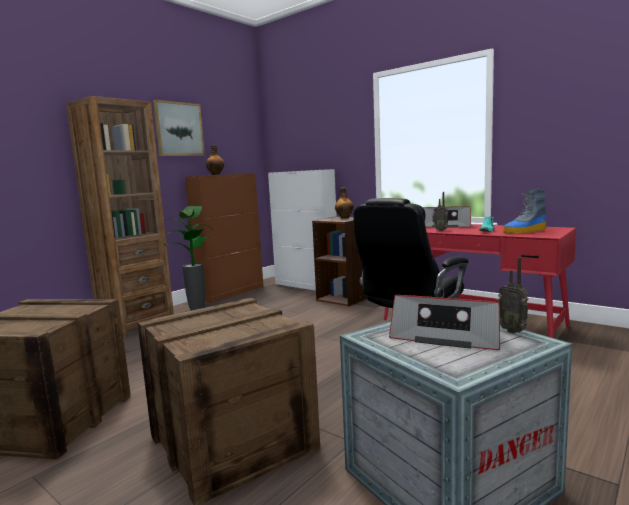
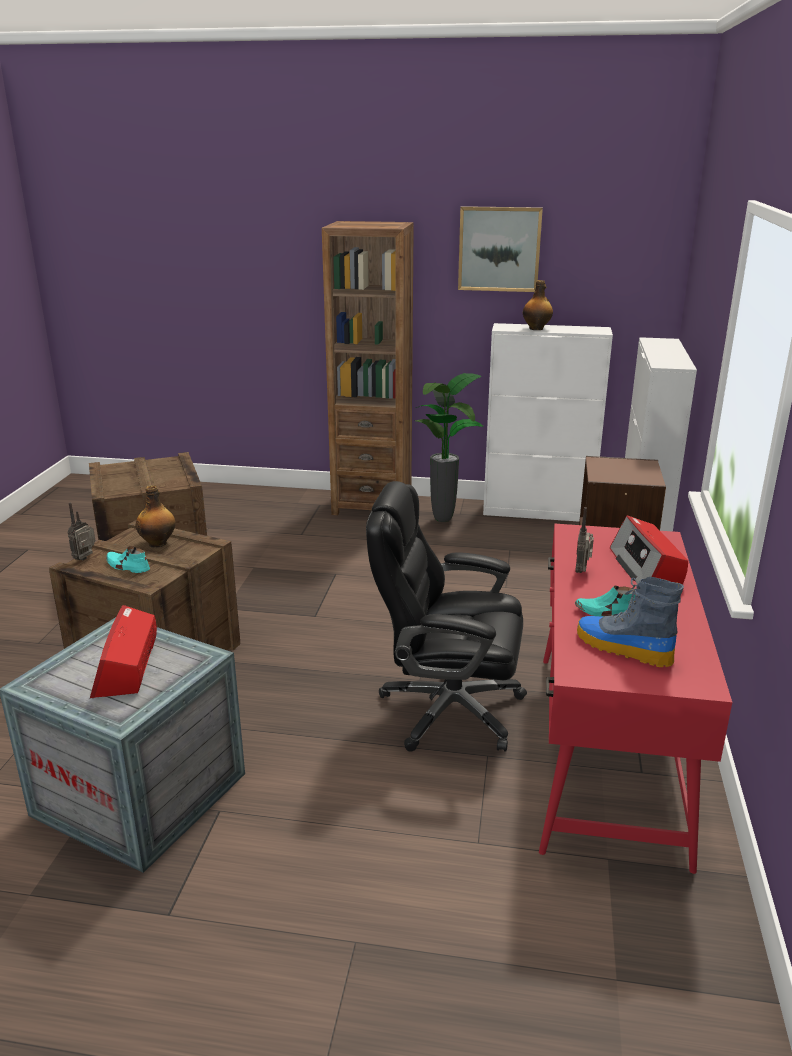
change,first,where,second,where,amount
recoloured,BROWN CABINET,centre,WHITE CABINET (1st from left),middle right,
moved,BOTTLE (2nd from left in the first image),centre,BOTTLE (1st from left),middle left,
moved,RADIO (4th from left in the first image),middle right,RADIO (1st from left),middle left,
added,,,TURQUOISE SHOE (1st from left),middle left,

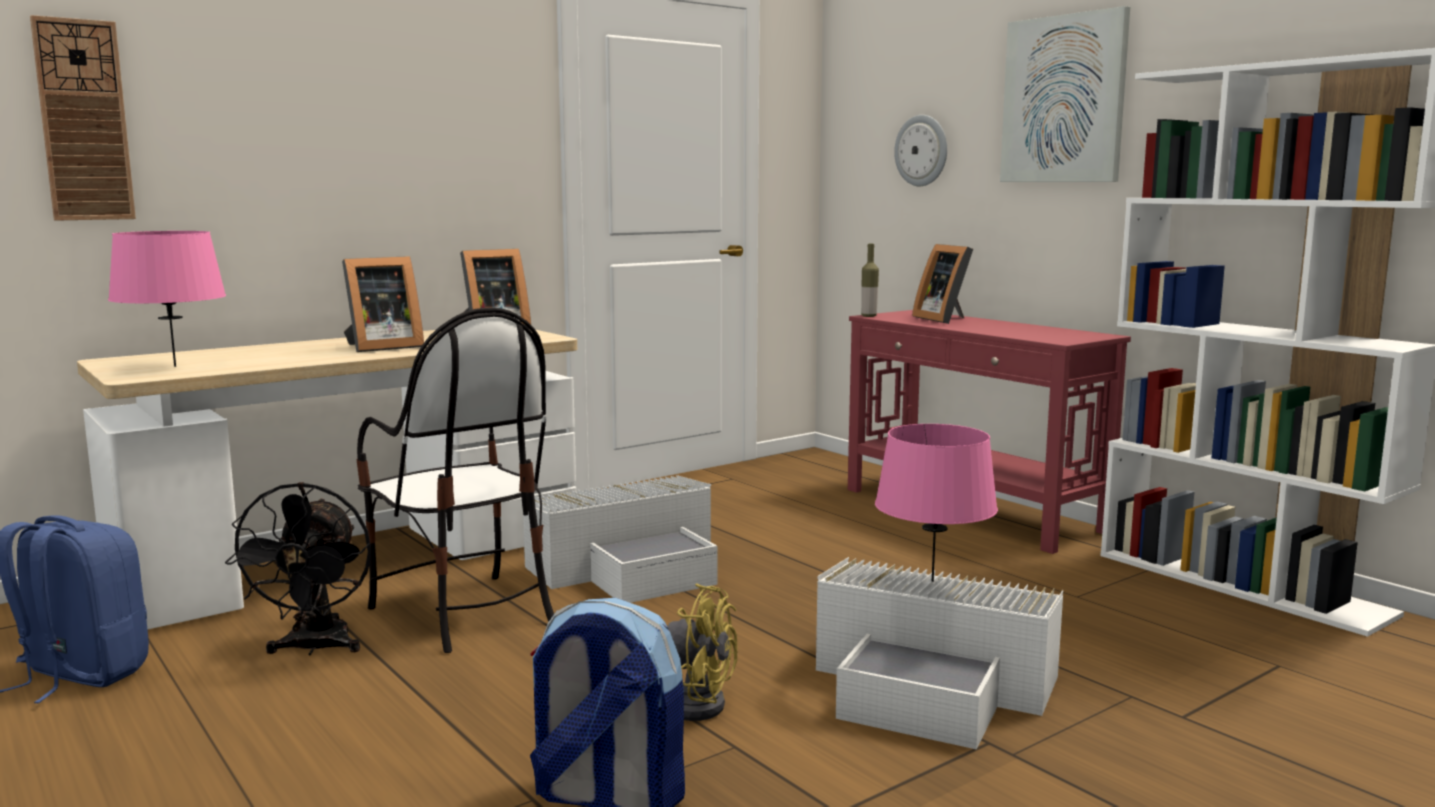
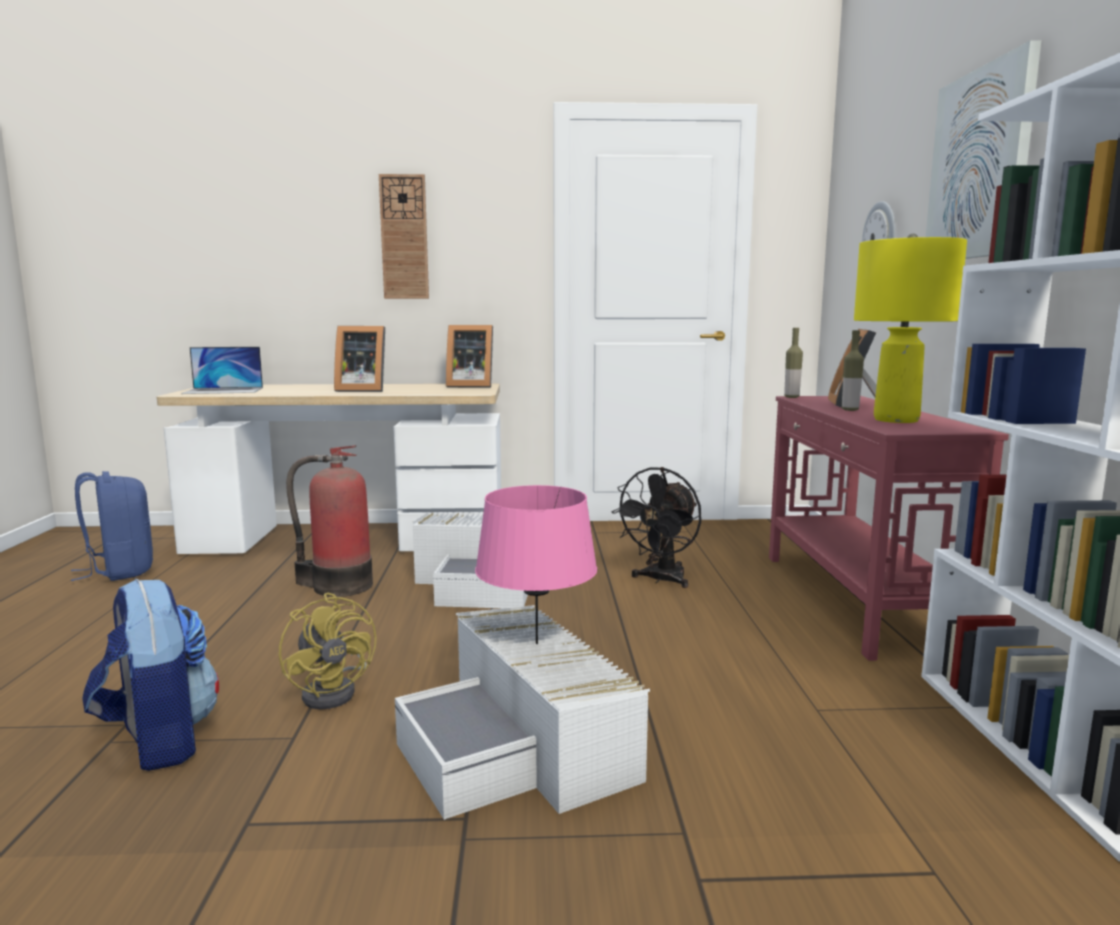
change,first,where,second,where,amount
moved,WALL CLOCK (1st from left),top left,,top centre,
replaced,PINK TABLE LAMP (1st from left),middle left,LAPTOP,middle left,
moved,BLACK FAN,bottom left,,centre,
replaced,CHAIR,middle left,FIRE EXTINGUISHER,middle left,
added,,,BOTTLE (2nd from left),middle right,
added,,,YELLOW TABLE LAMP,middle right,

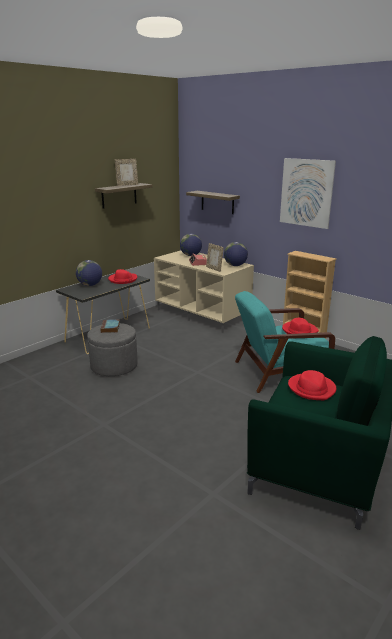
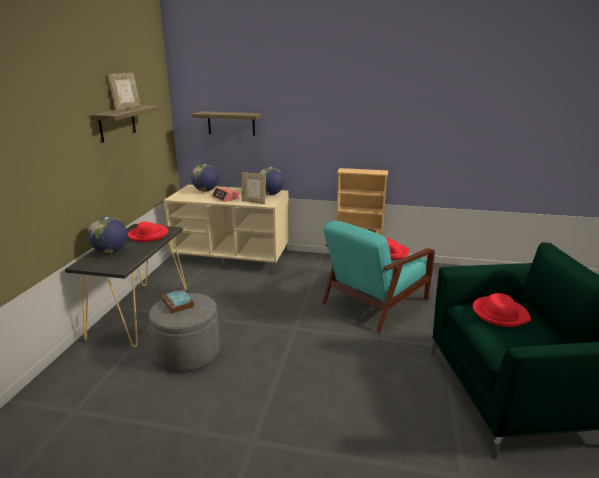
change,first,where,second,where,amount
removed,PICTURE,top right,,,

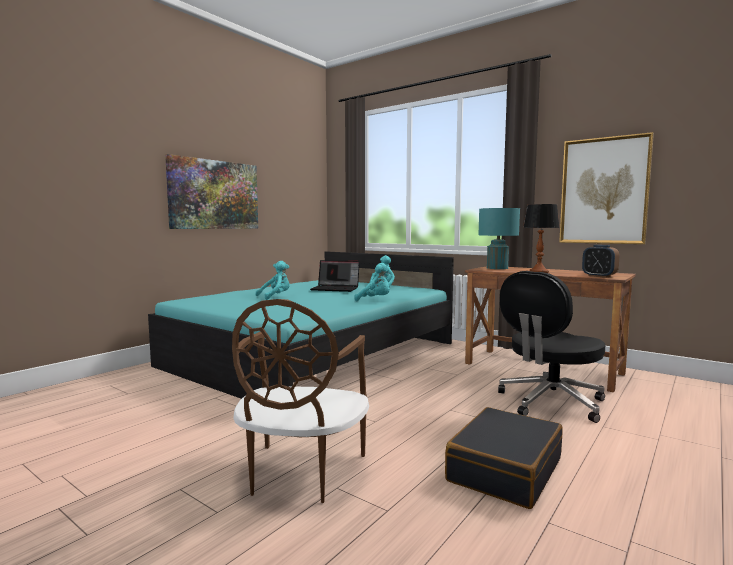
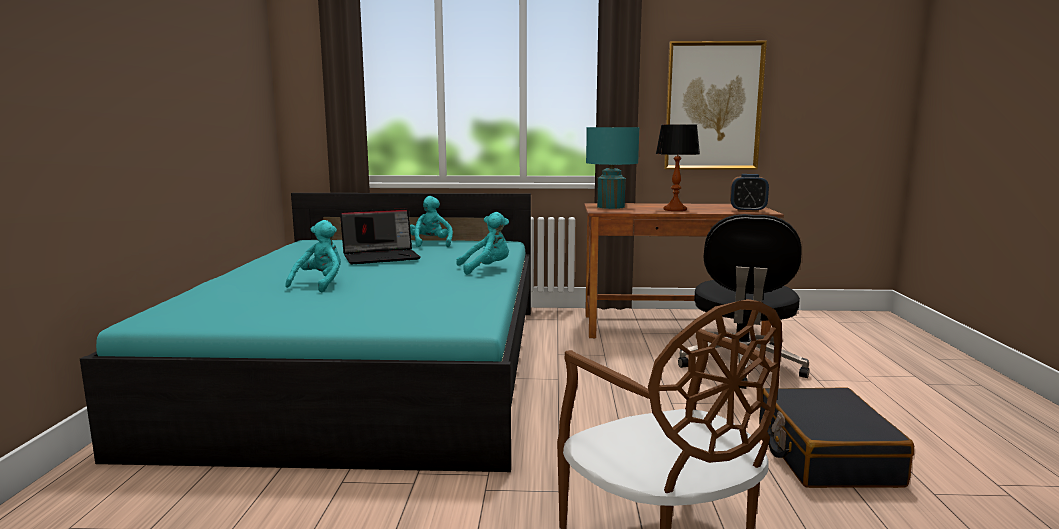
change,first,where,second,where,amount
removed,PICTURE (1st from left),middle left,,,

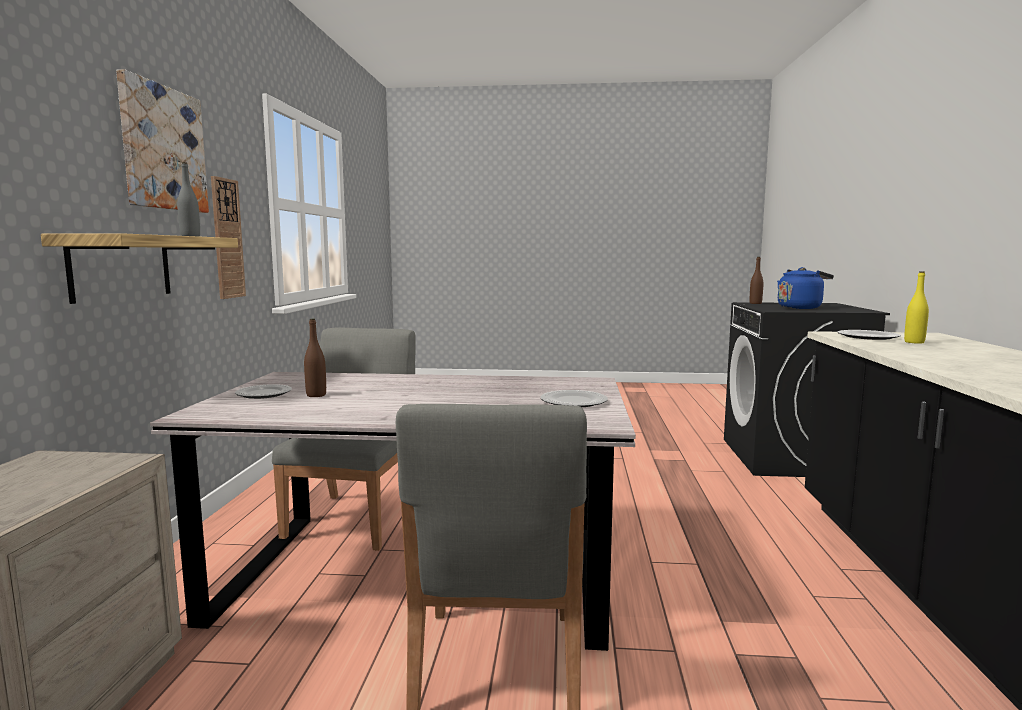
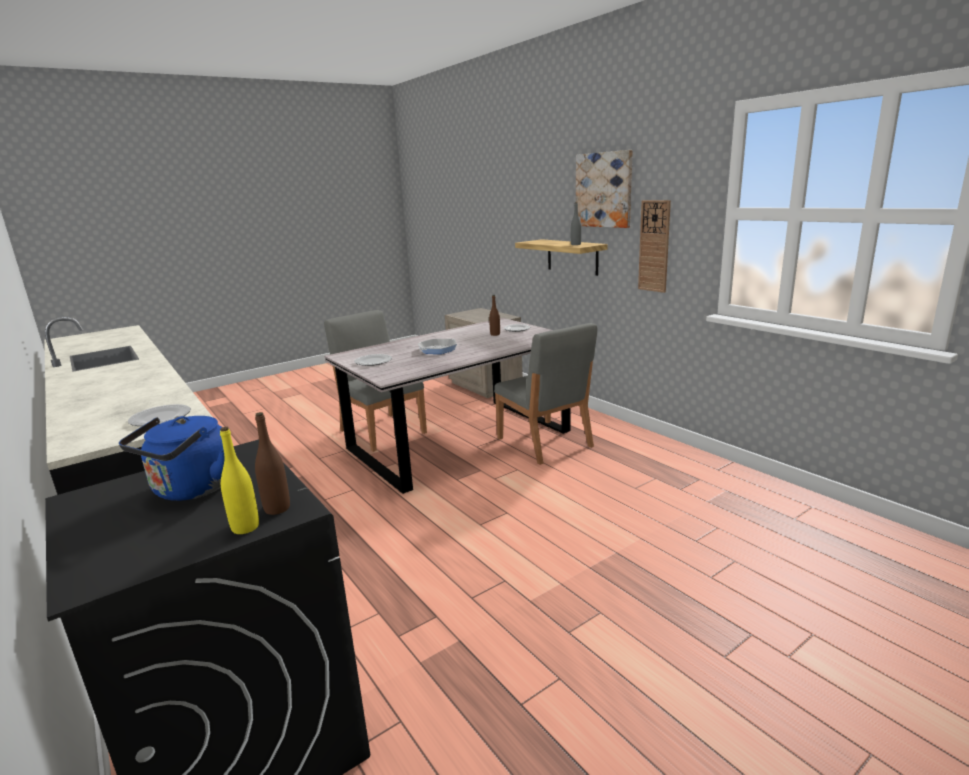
change,first,where,second,where,amount
moved,YELLOW BOTTLE,middle right,,middle left,
added,,,FRYING PAN,centre,

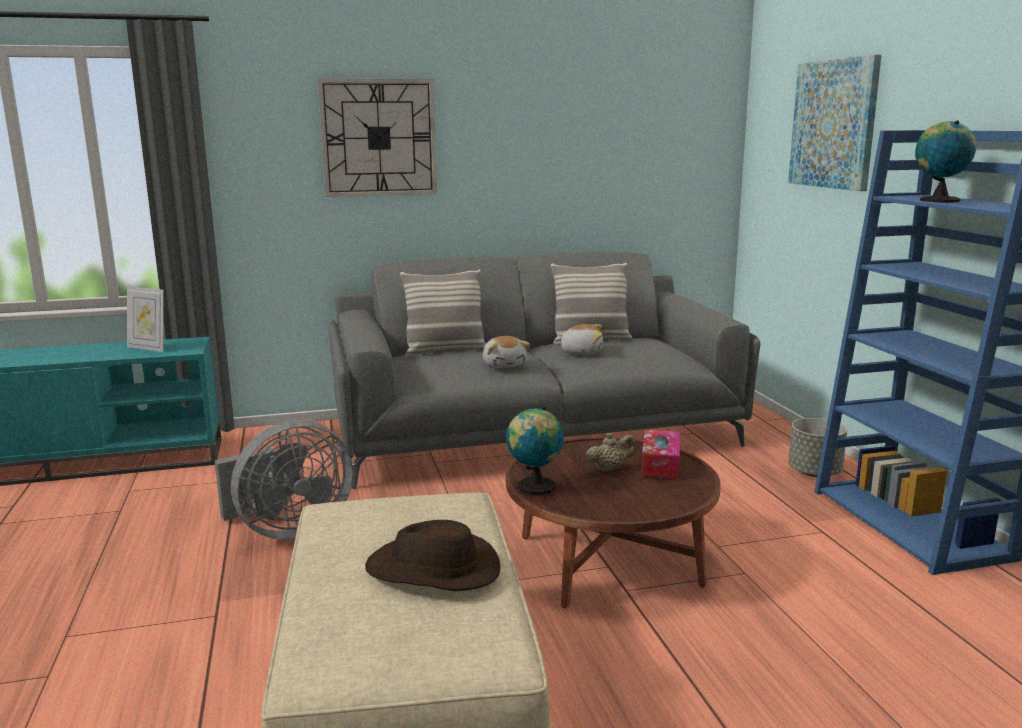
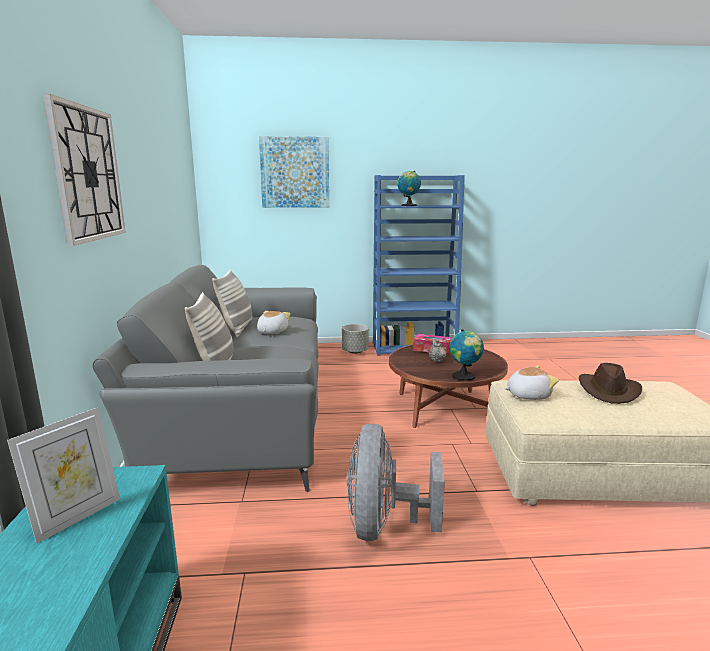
change,first,where,second,where,amount
turned,GREY FAN,middle left,,bottom centre,150 degrees counterclockwise
moved,PLUSH TOY (1st from left in the first image),centre,PLUSH TOY (2nd from left),middle right,

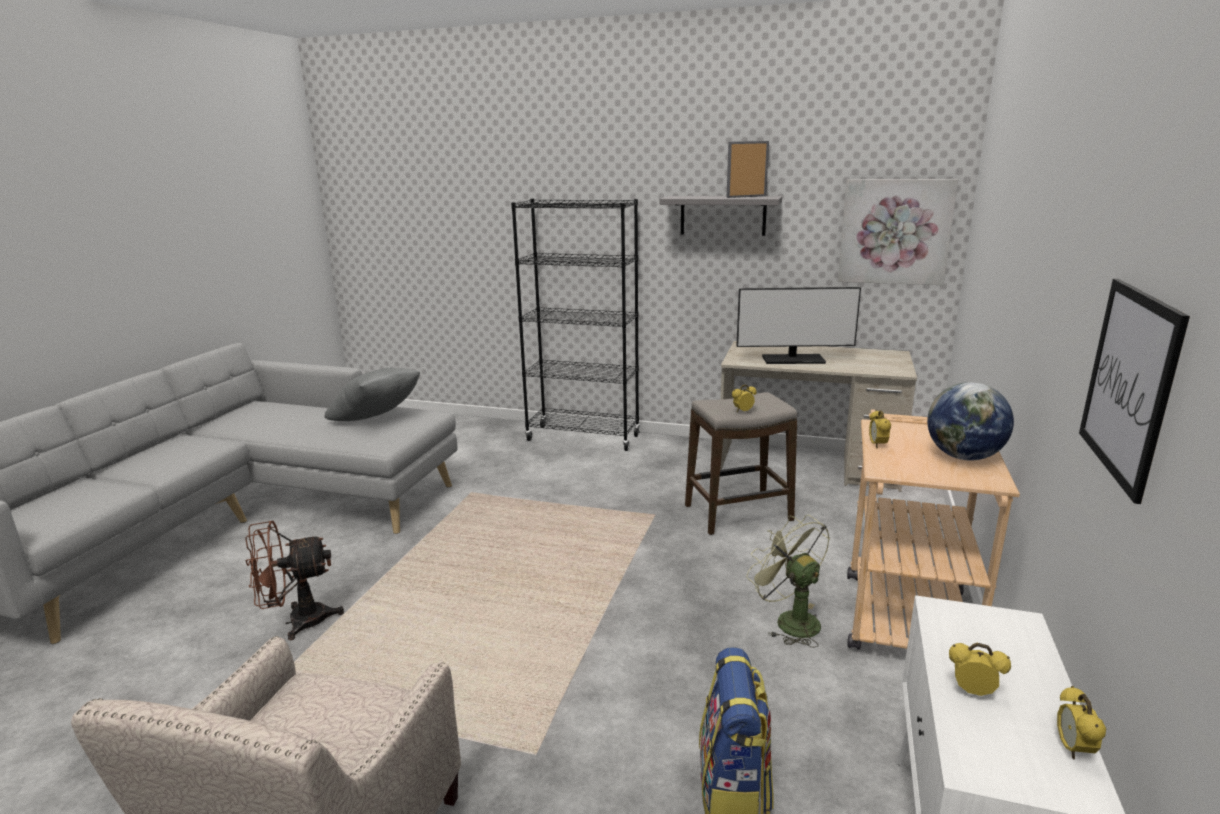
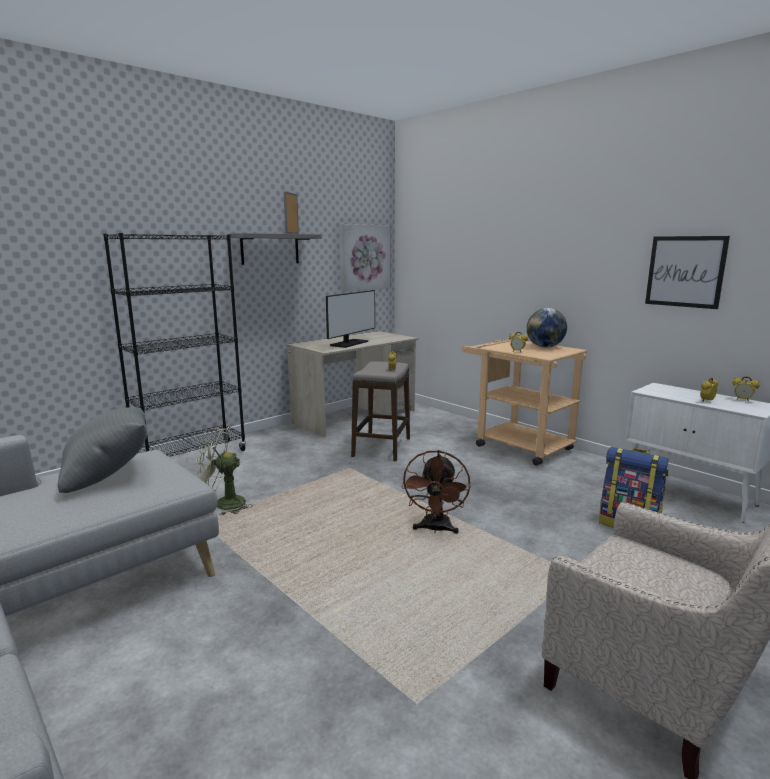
change,first,where,second,where,amount
moved,BROWN FAN,bottom left,,centre,
moved,GREEN FAN,bottom centre,,middle left,

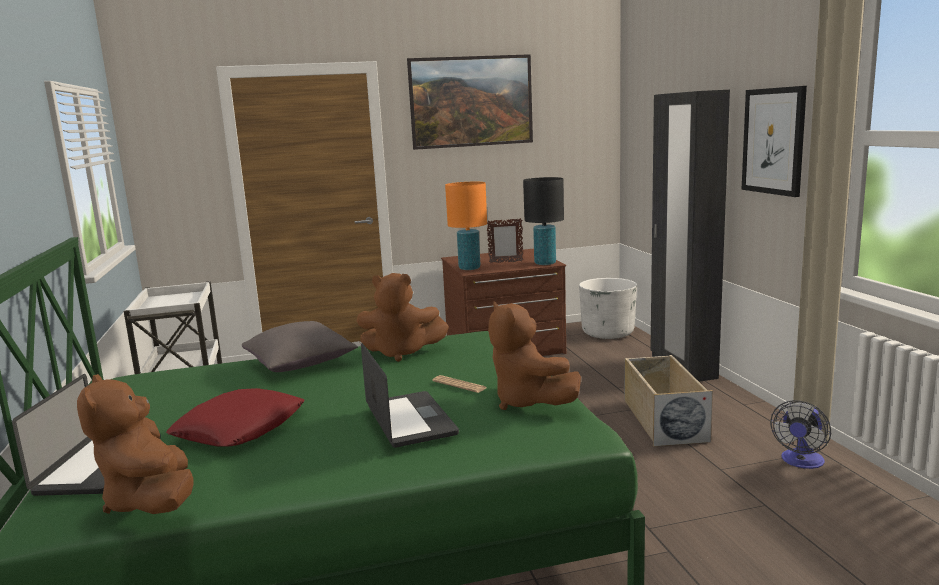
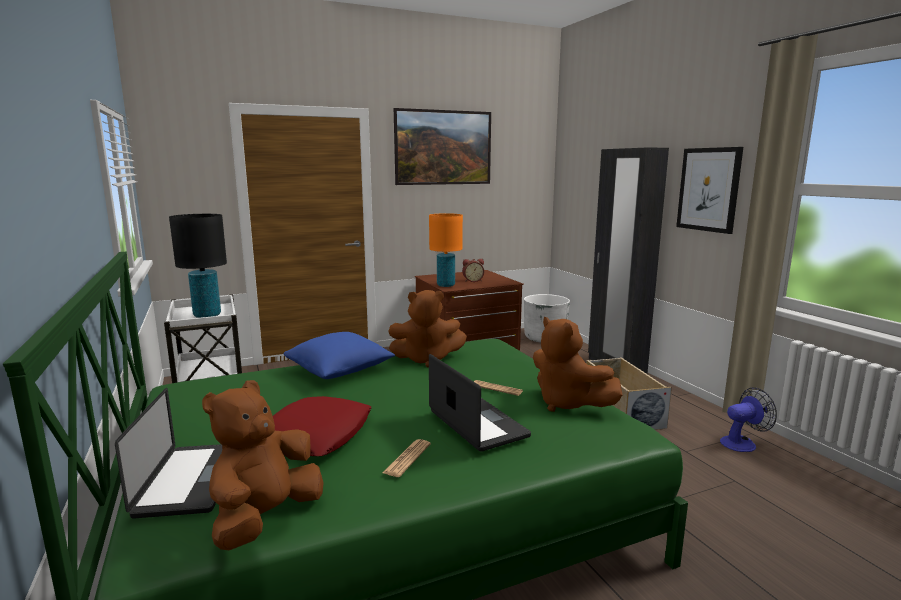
change,first,where,second,where,amount
turned,BROWN PLUSH TOY (1st from left),bottom left,,bottom left,60 degrees clockwise
recoloured,GREY PILLOW,middle left,BLUE PILLOW,centre,
replaced,PICTURE FRAME,centre,ALARM CLOCK,centre,
moved,BLACK TABLE LAMP,centre,,middle left,
turned,FAN,bottom right,,bottom right,135 degrees counterclockwise
added,,,NEWSPAPER (1st from left),bottom centre,

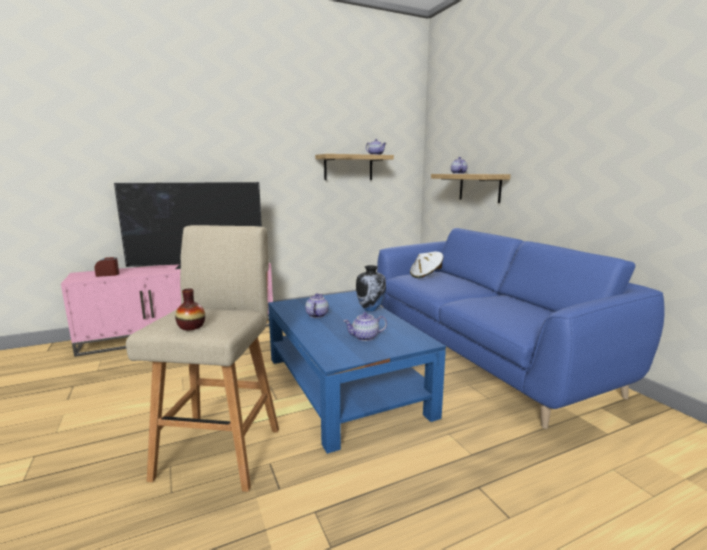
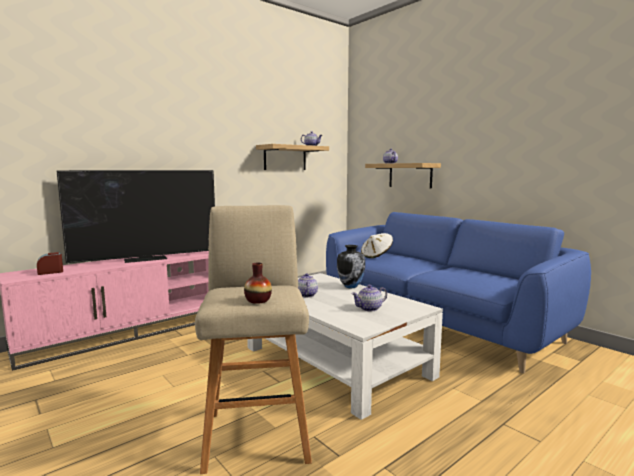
change,first,where,second,where,amount
recoloured,BLUE COFFEE TABLE,bottom centre,WHITE COFFEE TABLE,bottom centre,

